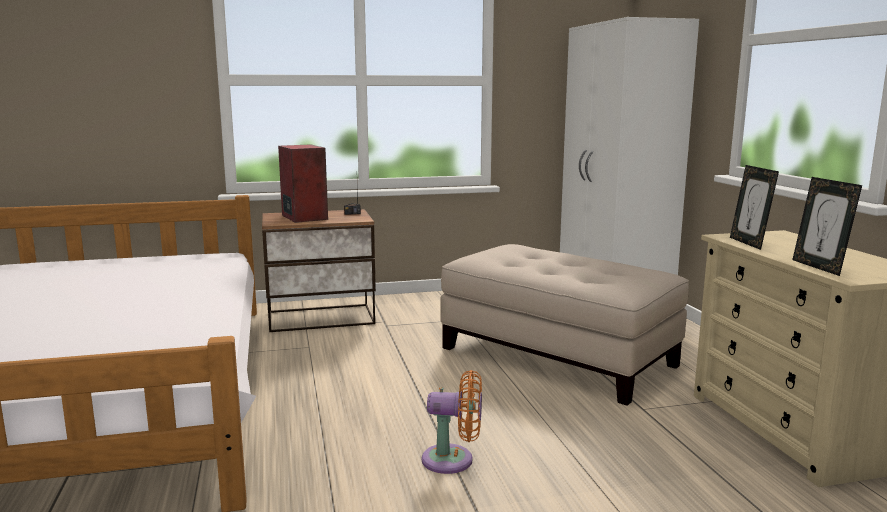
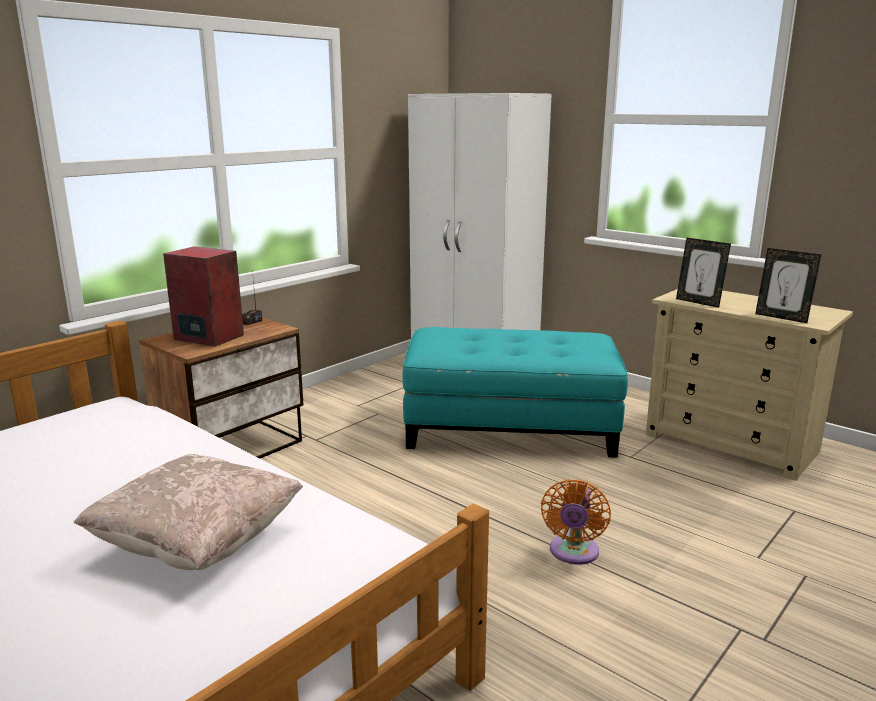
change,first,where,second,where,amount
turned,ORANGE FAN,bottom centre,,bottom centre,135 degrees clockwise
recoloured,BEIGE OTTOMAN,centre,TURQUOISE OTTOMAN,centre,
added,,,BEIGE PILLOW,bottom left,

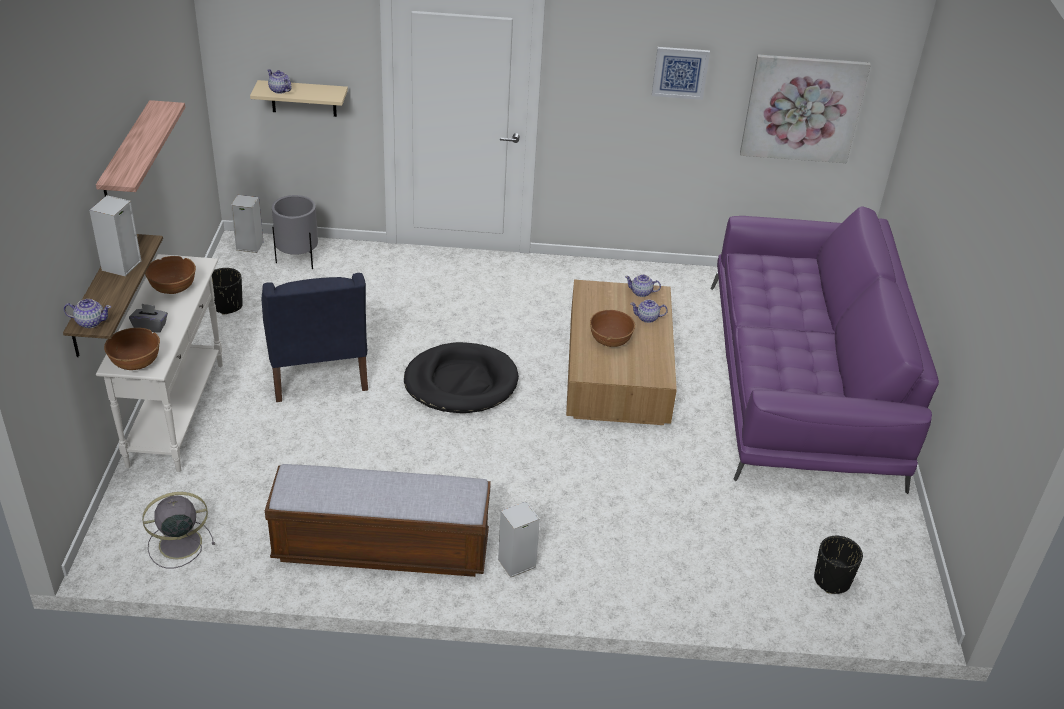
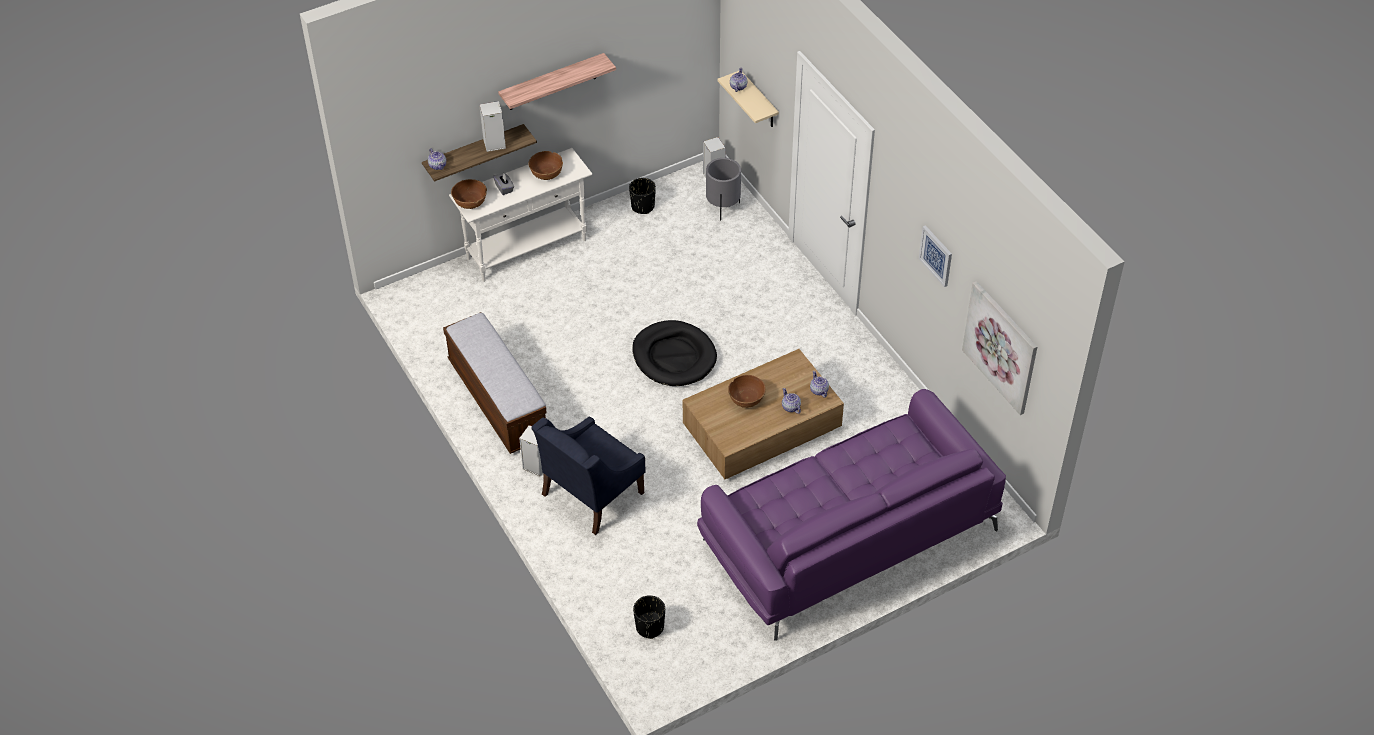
change,first,where,second,where,amount
removed,GREY FAN,bottom left,,,
moved,BLUE ARMCHAIR,middle left,,centre,

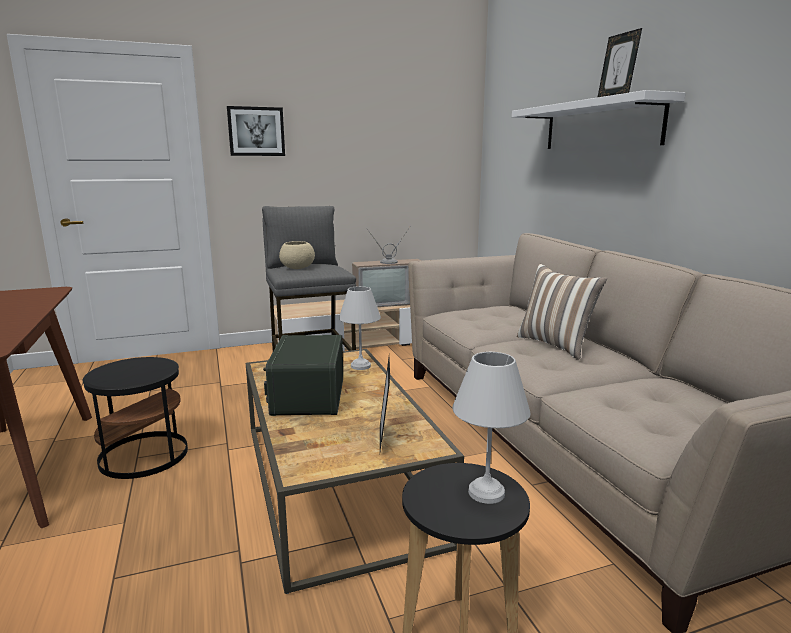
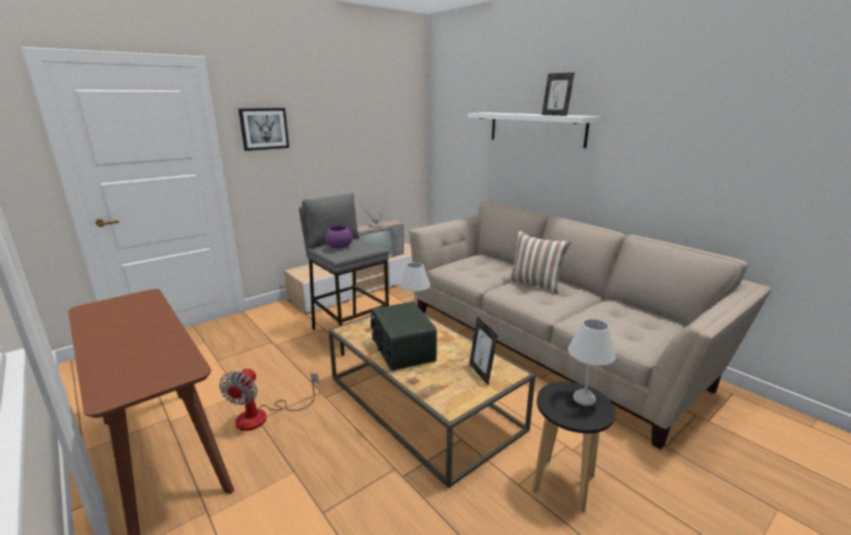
change,first,where,second,where,amount
replaced,BLACK SIDE TABLE,middle left,FAN,bottom left,
recoloured,BEIGE BOWL,centre,PURPLE BOWL,centre,

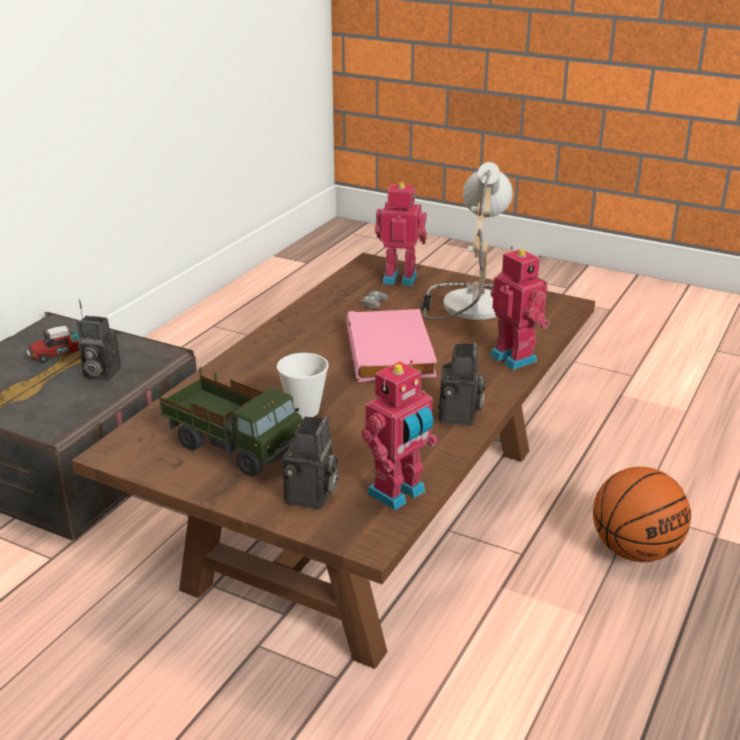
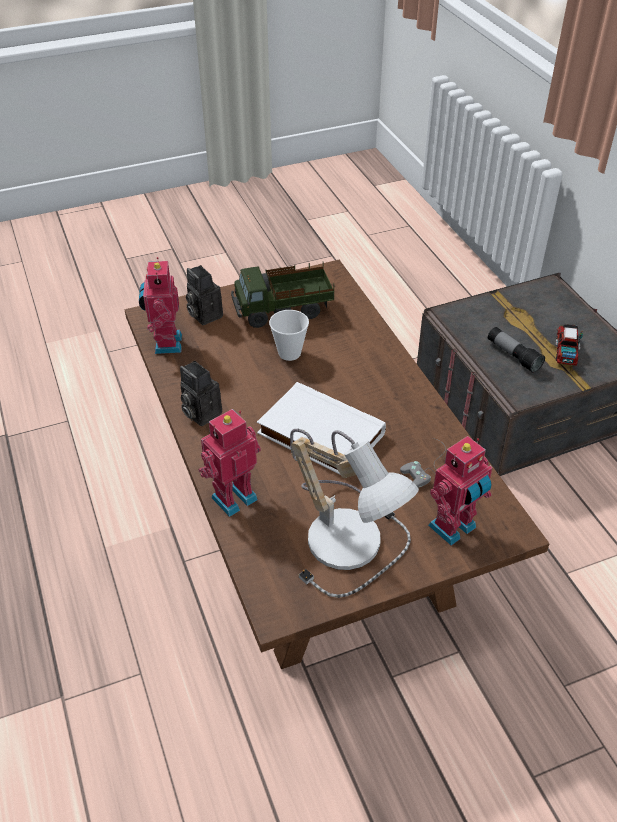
change,first,where,second,where,amount
replaced,PHOTO CAMERA (1st from left),middle left,FLASHLIGHT,middle right,
recoloured,PINK BOOK,centre,WHITE BOOK,centre,
turned,TOY ROBOT (3rd from left in the first image),middle right,TOY ROBOT (2nd from left),centre,135 degrees clockwise
removed,BASKETBALL,bottom right,,,

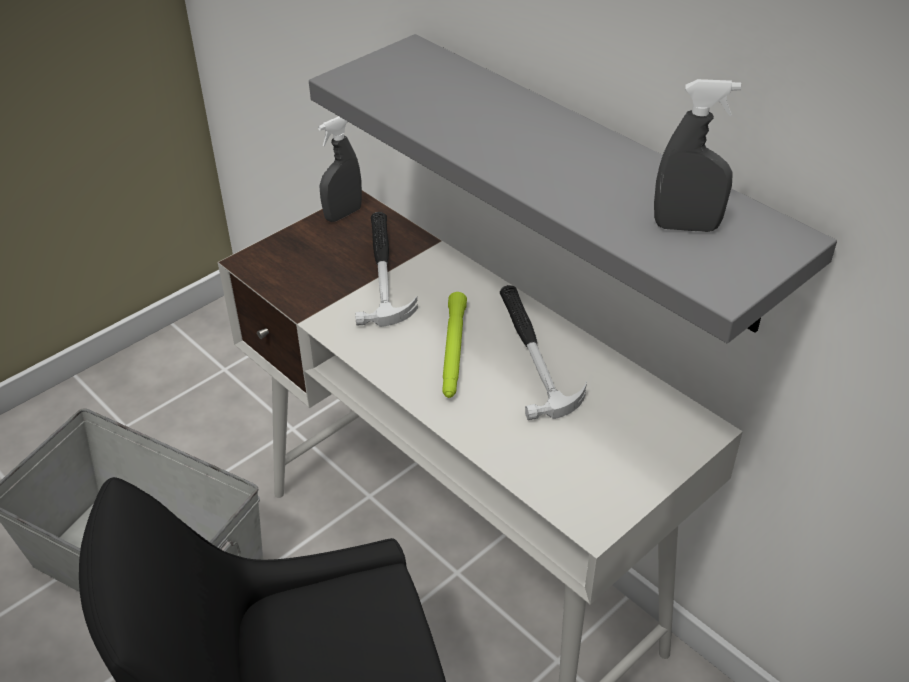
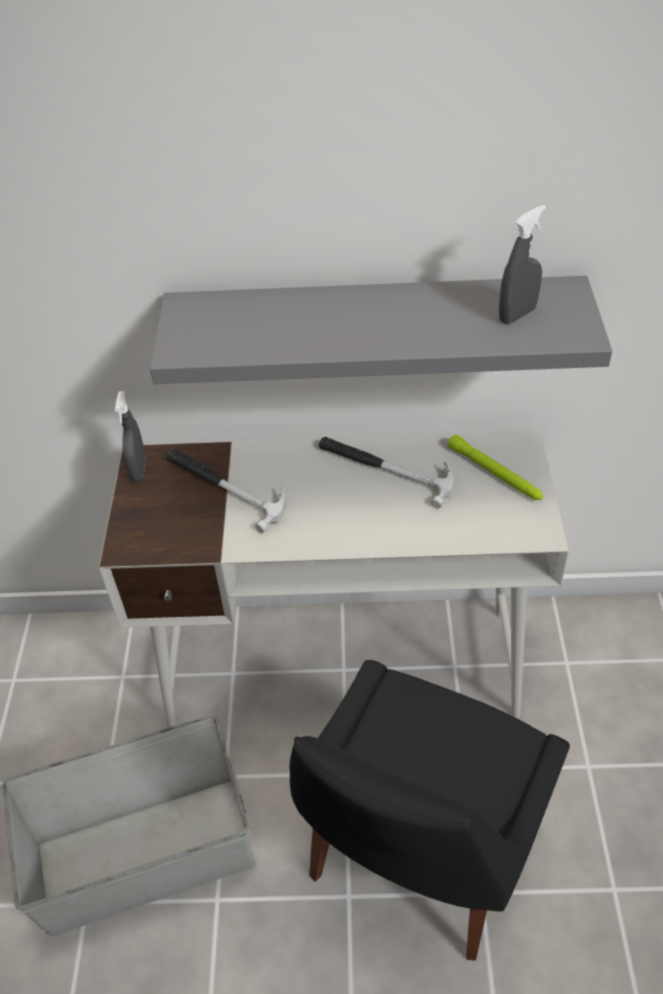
change,first,where,second,where,amount
moved,GREEN FLASHLIGHT,centre,,middle right,

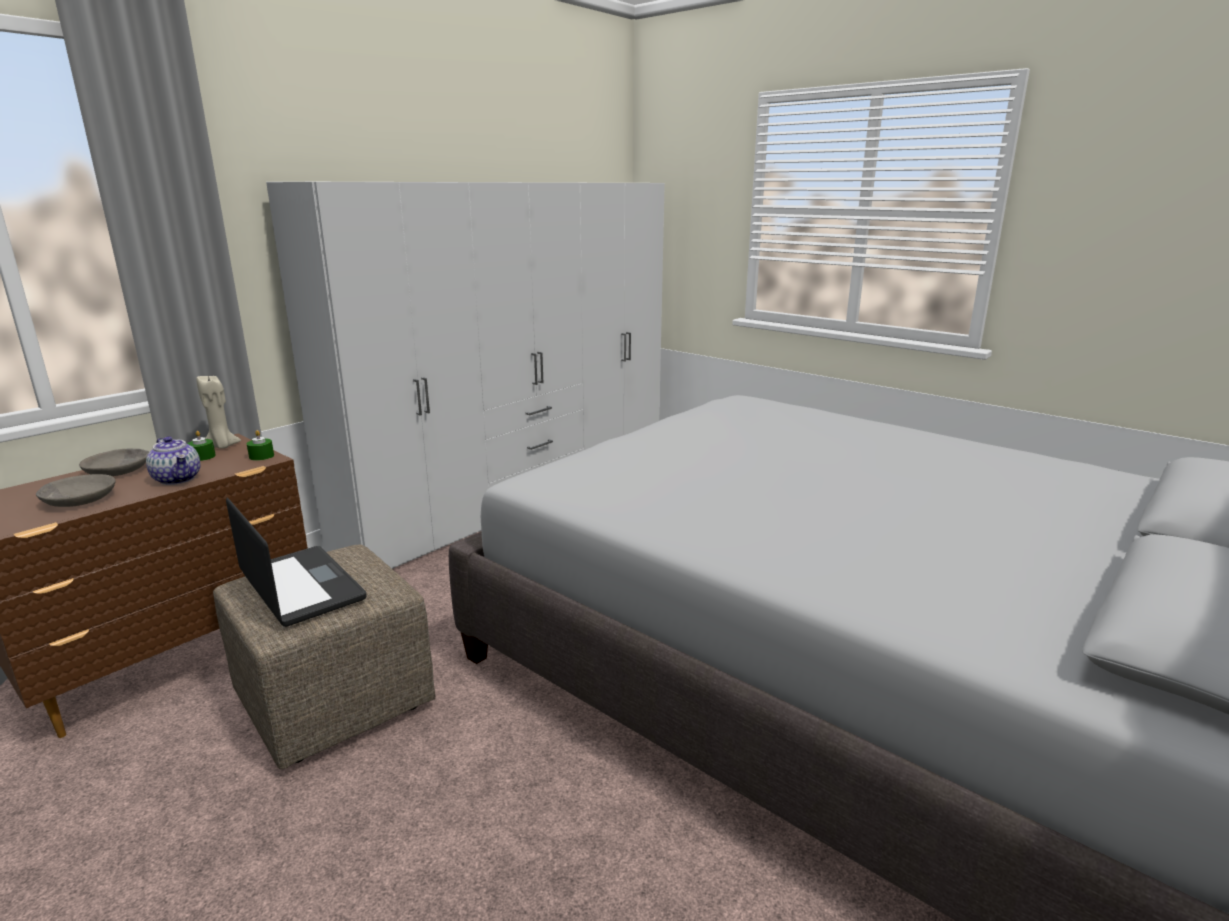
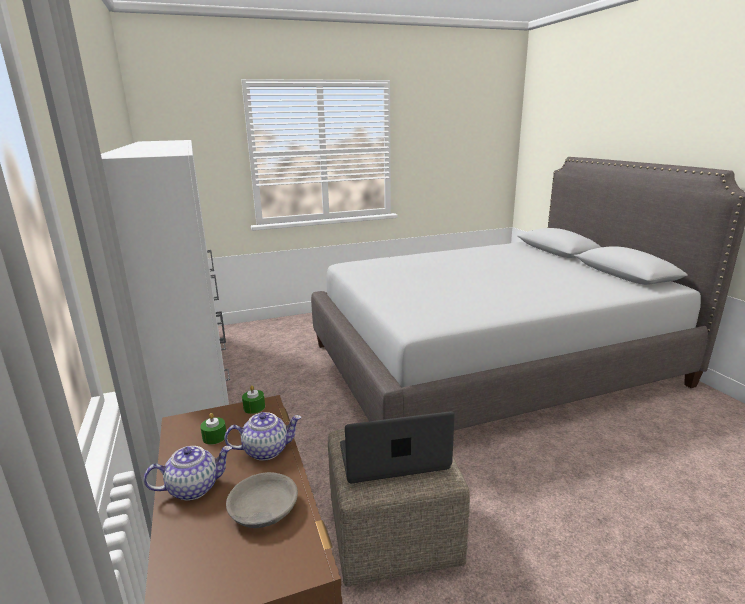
change,first,where,second,where,amount
replaced,GREY BOWL (2nd from left),middle left,TEAPOT (1st from left),bottom left,
removed,BEIGE CANDLE,middle left,,,

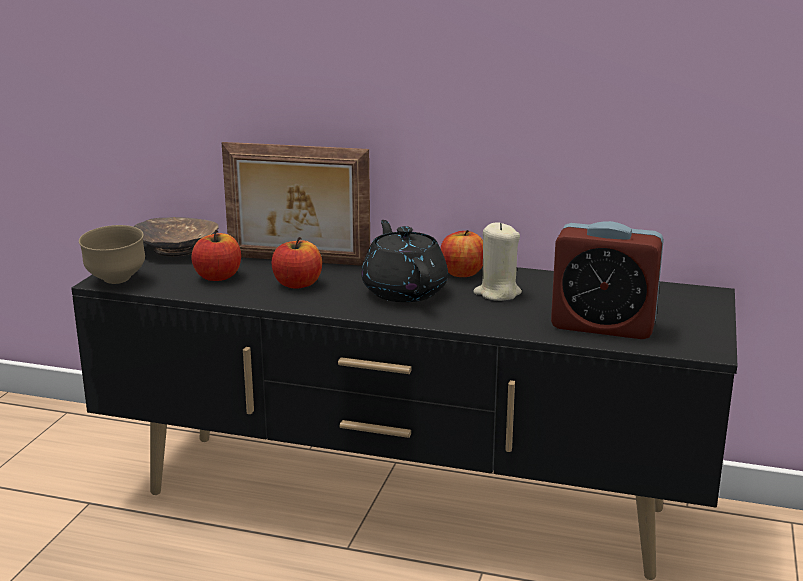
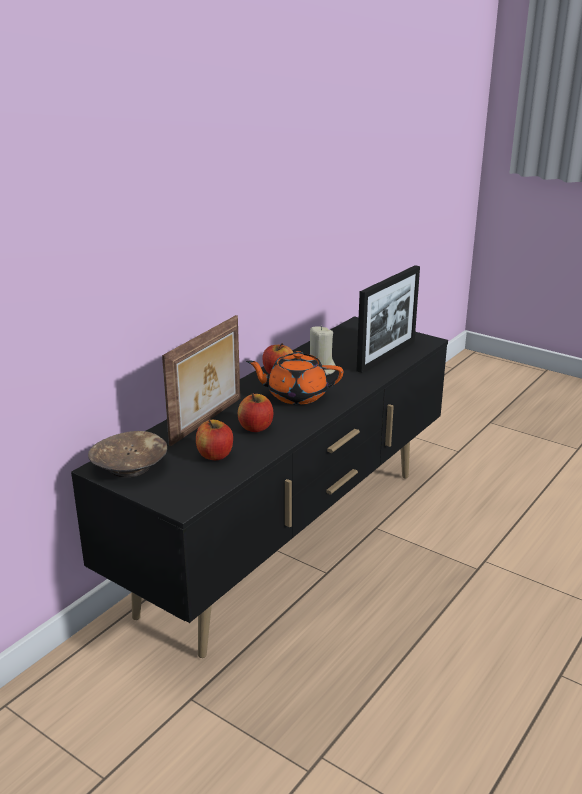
change,first,where,second,where,amount
removed,BROWN BOWL (1st from left),middle left,,,
recoloured,BLACK TEAPOT,centre,ORANGE TEAPOT,centre,
replaced,ALARM CLOCK,middle right,PICTURE FRAME (2nd from left),middle right,

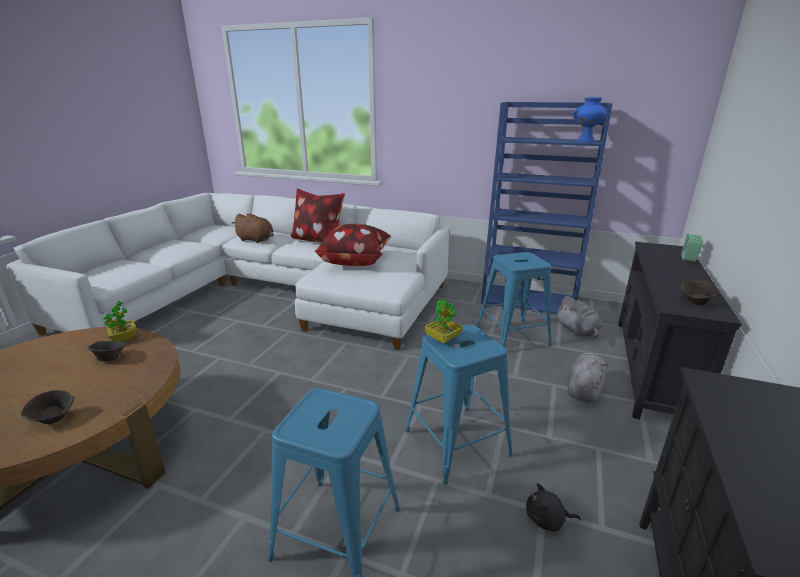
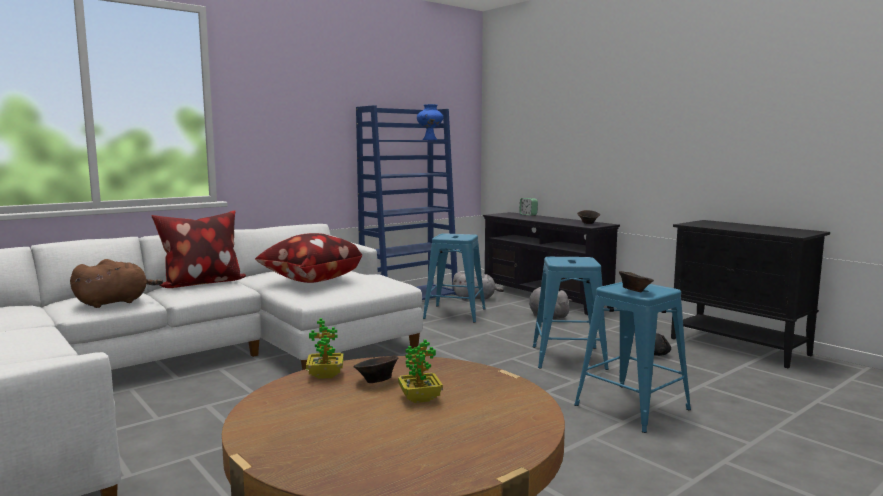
change,first,where,second,where,amount
moved,BROWN BOWL (1st from left in the first image),bottom left,BROWN BOWL (3rd from left),middle right,
moved,POTTED PLANT (2nd from left),centre,,bottom centre,

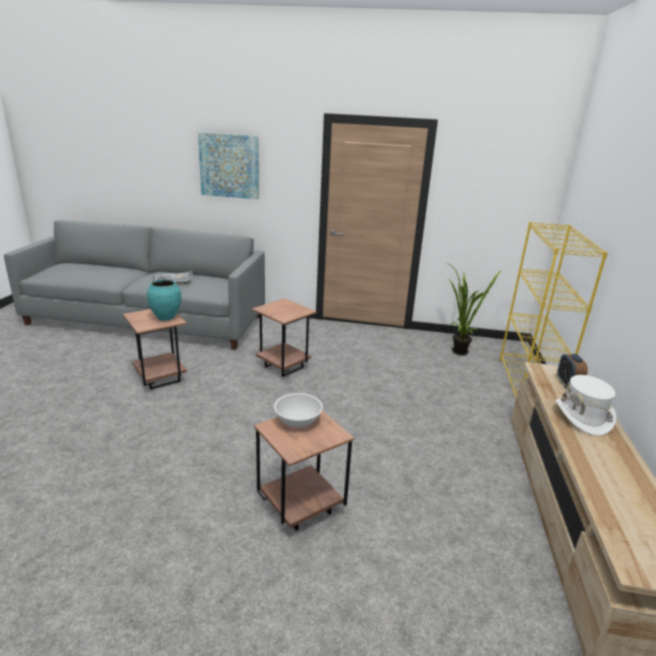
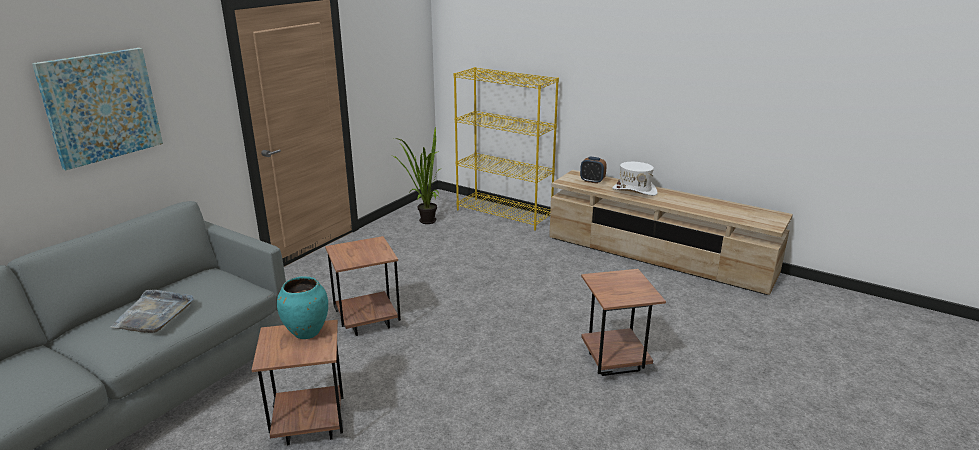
change,first,where,second,where,amount
removed,WHITE BOWL,centre,,,

